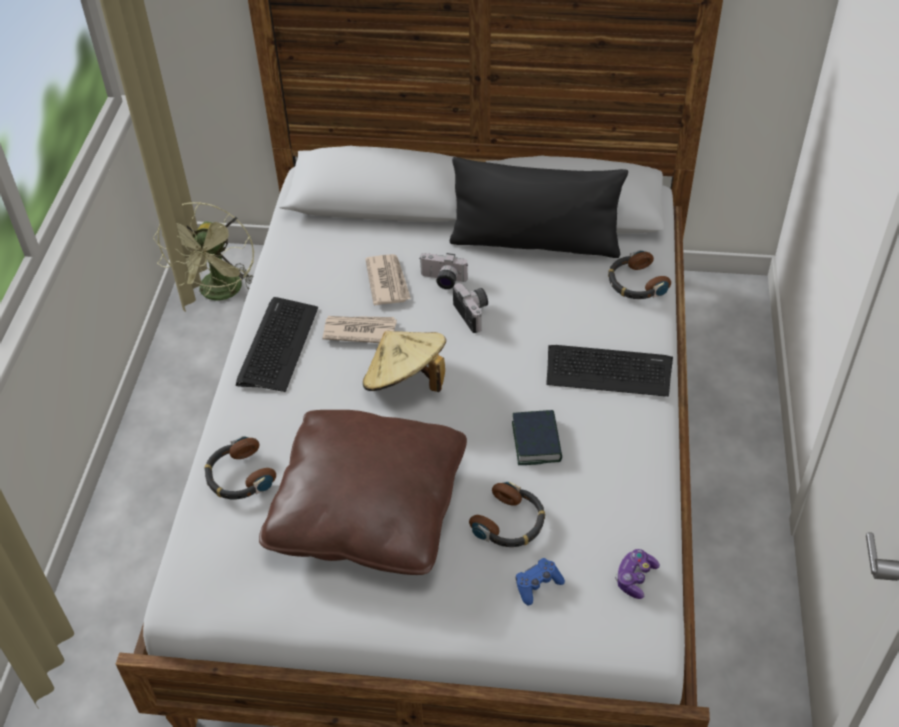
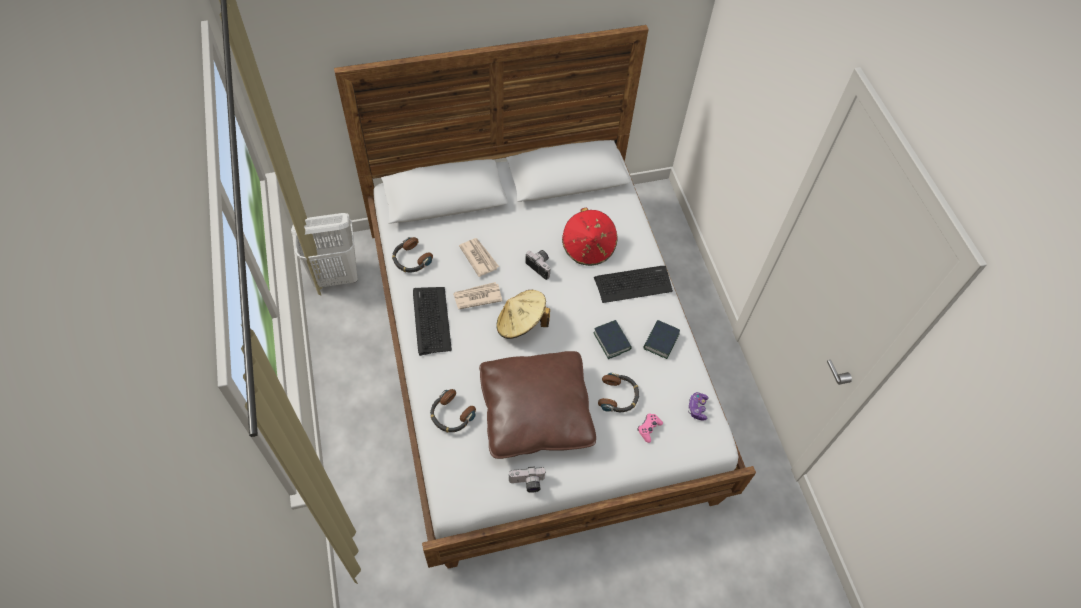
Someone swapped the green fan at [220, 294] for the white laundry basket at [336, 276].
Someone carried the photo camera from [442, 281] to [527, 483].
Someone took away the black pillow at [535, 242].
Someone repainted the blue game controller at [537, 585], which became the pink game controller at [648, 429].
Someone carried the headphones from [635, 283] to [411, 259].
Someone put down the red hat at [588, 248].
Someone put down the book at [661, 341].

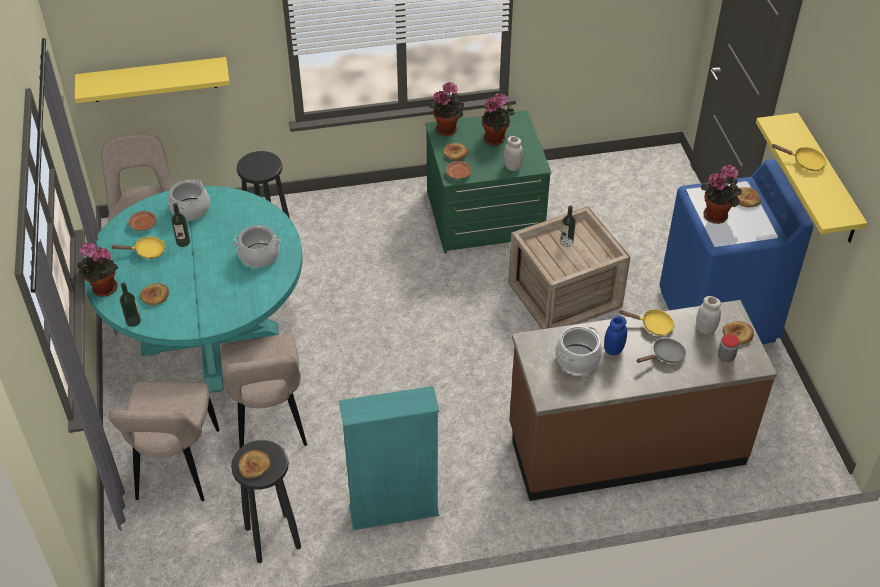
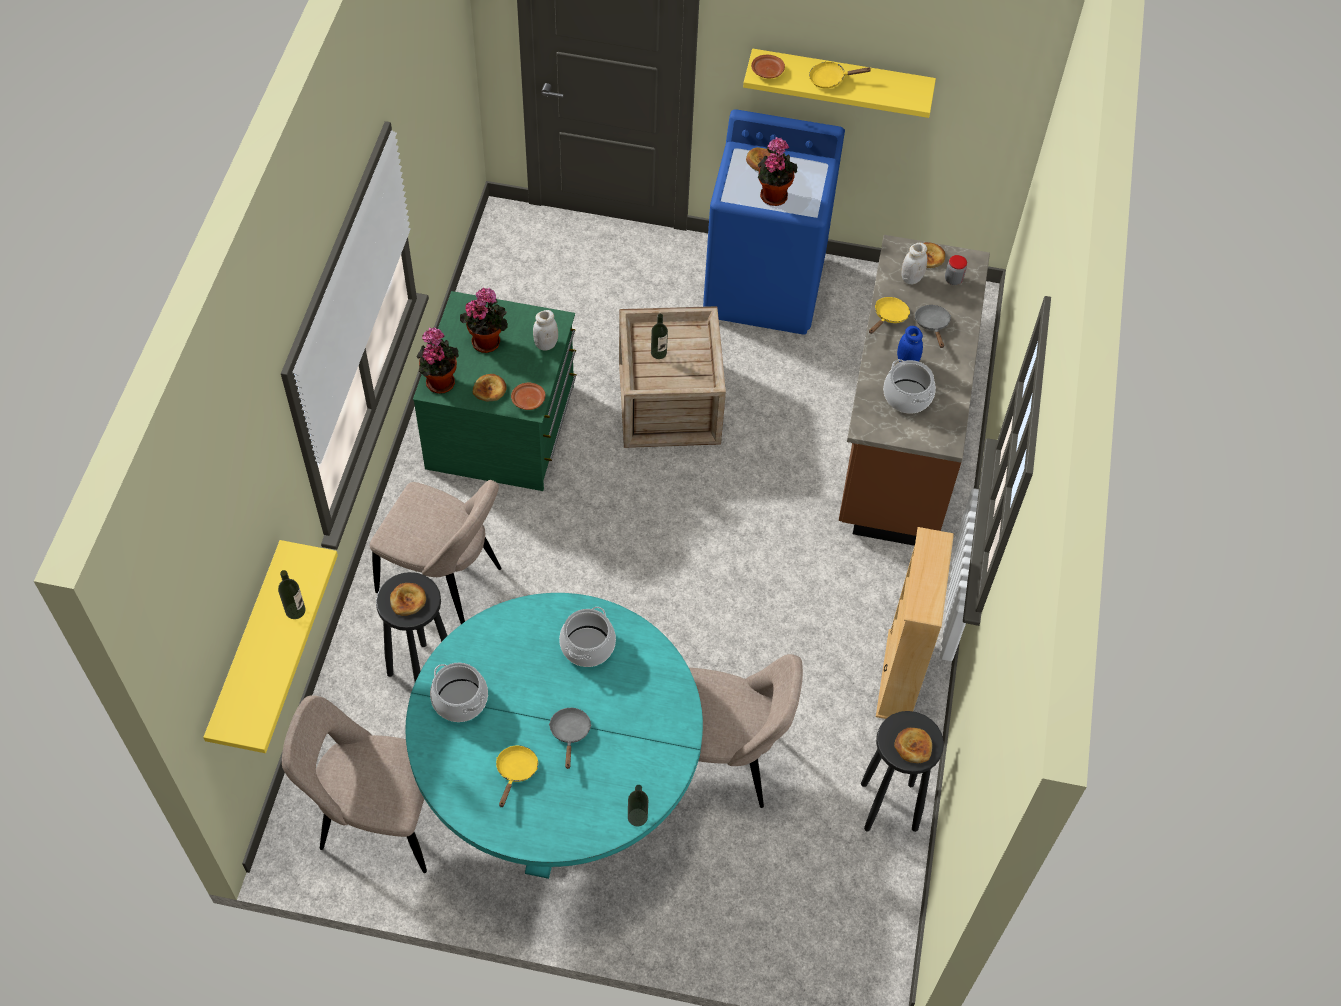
Someone took away the potted plant at [103, 289].
Someone carried the beige chair from [176, 469] to [444, 582].
Someone carried the brown plate from [143, 224] to [767, 71].
Someone carried the bread from [155, 296] to [408, 600].
Someone carried the bottle from [183, 242] to [295, 610].
Someone repainted the turquoise bookcase at [394, 511], which became the beige bookcase at [899, 676].
Someone rotated the yellow frying pan at [804, 162] by 135 degrees counterclockwise.
Someone put down the grey frying pan at [570, 733].

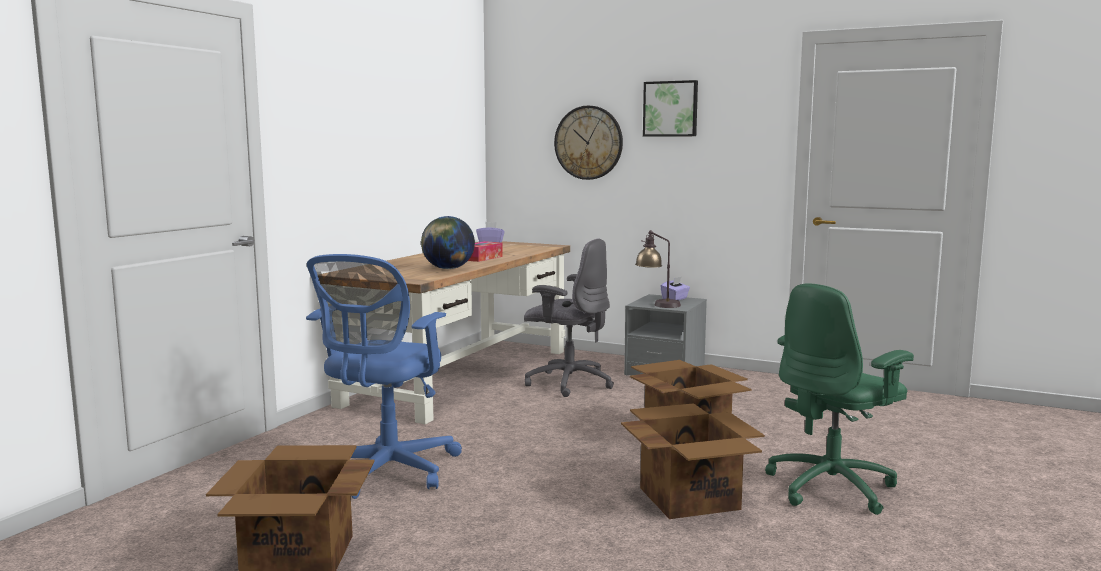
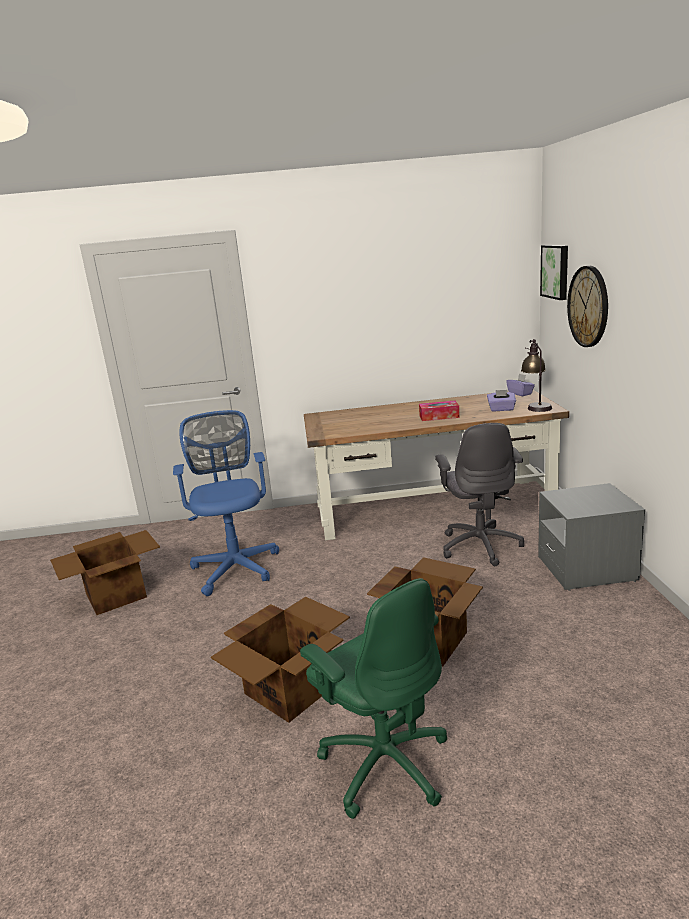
Someone rotated the blue office chair at [386, 473] by 90 degrees clockwise.
Someone took away the globe at [448, 269].
Someone carried the table lamp from [657, 304] to [536, 406].
Someone carried the picture from [670, 109] to [556, 271].
Someone carried the purple tissue box from [675, 299] to [501, 409].
Someone rotated the green office chair at [832, 487] by 150 degrees counterclockwise.

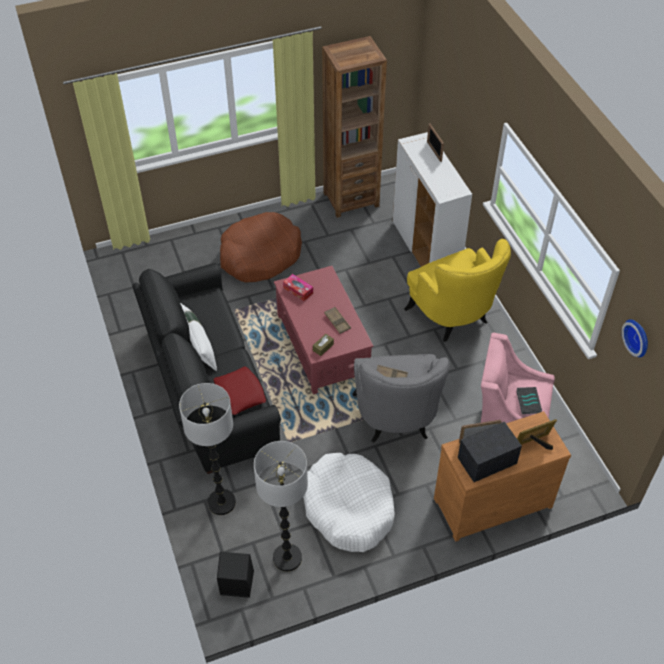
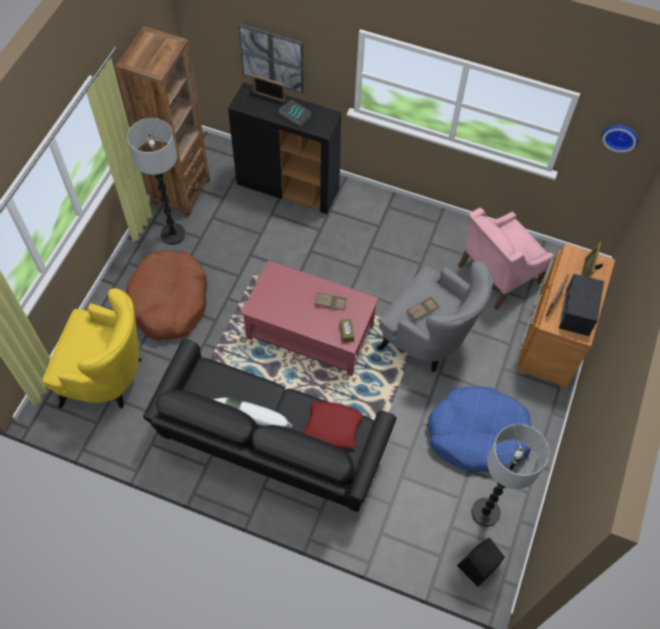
Someone carried the floor lamp from [221, 502] to [173, 234].
Someone took away the tissue box at [298, 290].
Someone repainted the white dog bed at [348, 507], which became the blue dog bed at [477, 435].
Someone repainted the white cabinet at [426, 249], which became the black cabinet at [288, 187].
Someone carried the yellow armchair from [453, 317] to [108, 377].
Someone carried the book from [527, 401] to [294, 115].
Someone put up the picture at [272, 58].

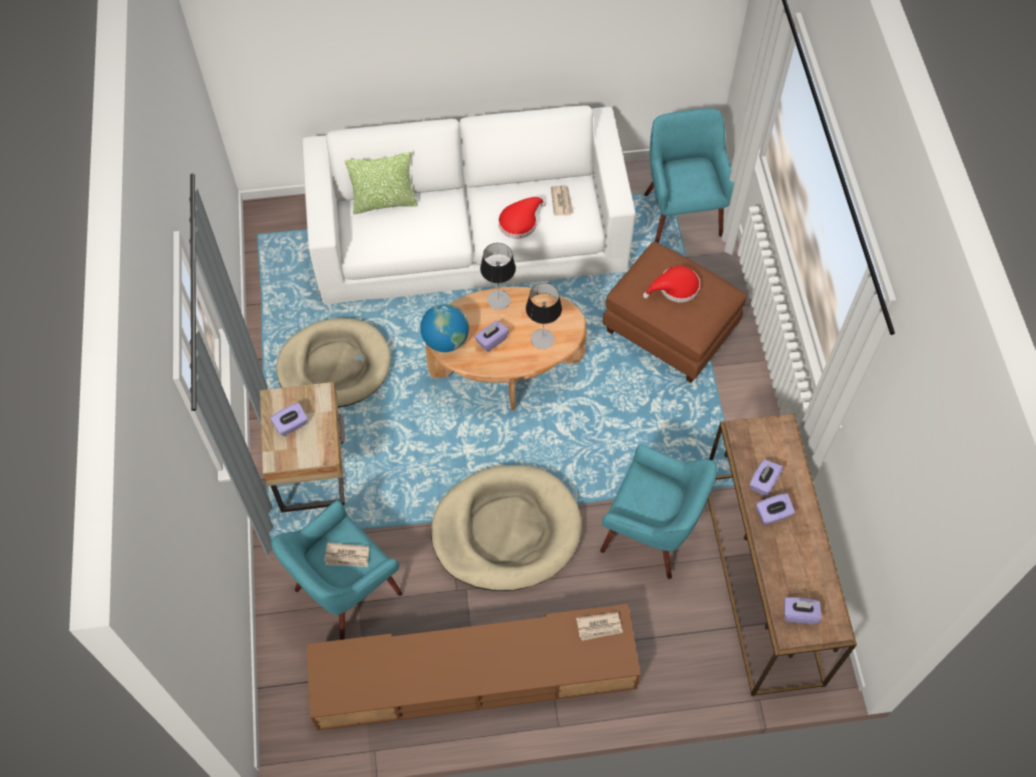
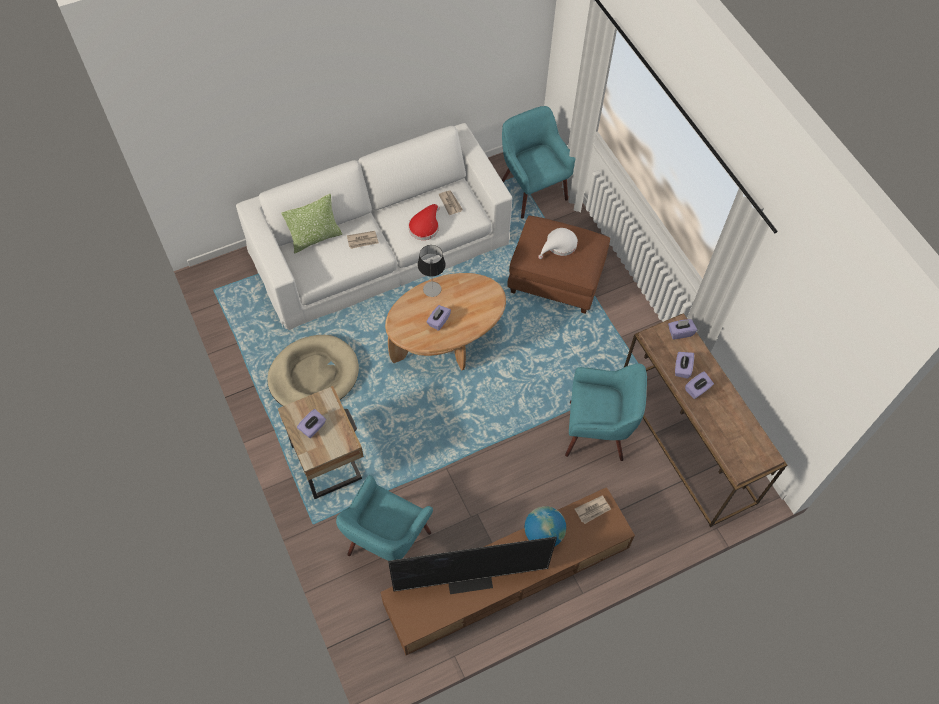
Someone carried the newspaper from [347, 556] to [363, 240].
Someone carried the globe from [445, 340] to [543, 534].
Someone took away the beige dog bed at [506, 530].
Someone took away the table lamp at [542, 339].
Someone repainted the red hat at [675, 288], which became the white hat at [559, 245].
Someone carried the purple tissue box from [799, 614] to [680, 332].
Someone put down the television at [470, 579].

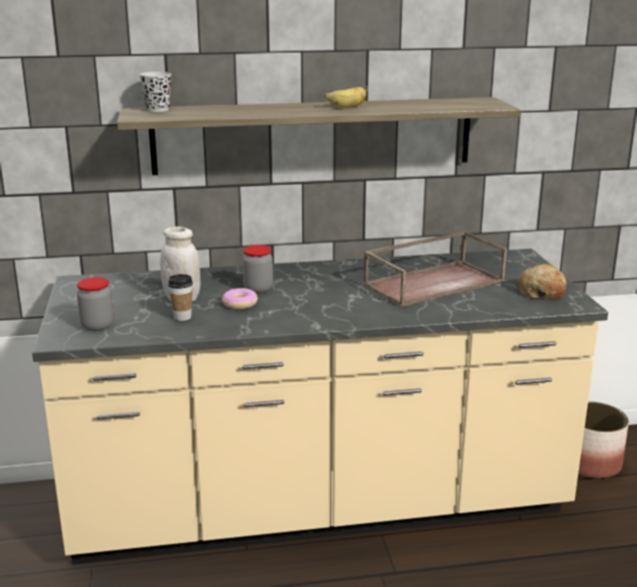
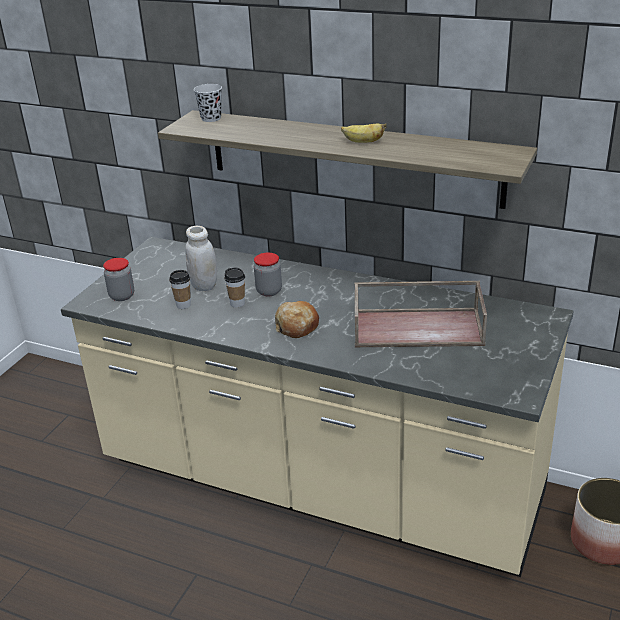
Someone swapped the donut at [240, 304] for the cup at [237, 303].
Someone carried the bread from [542, 291] to [297, 326].

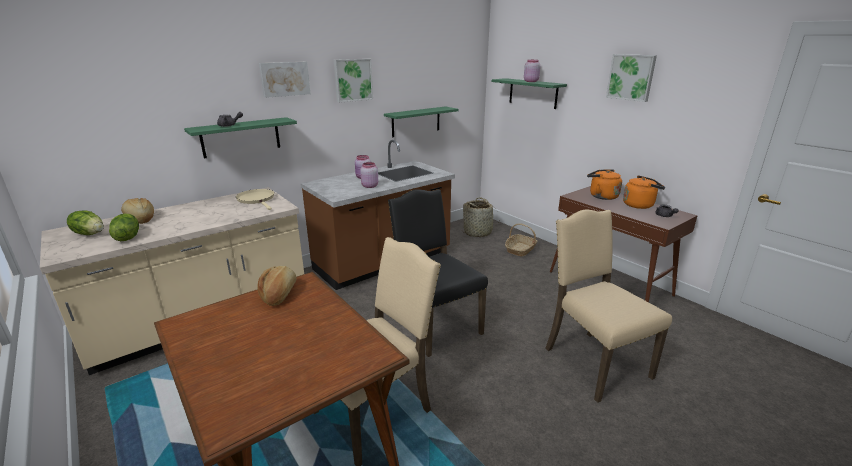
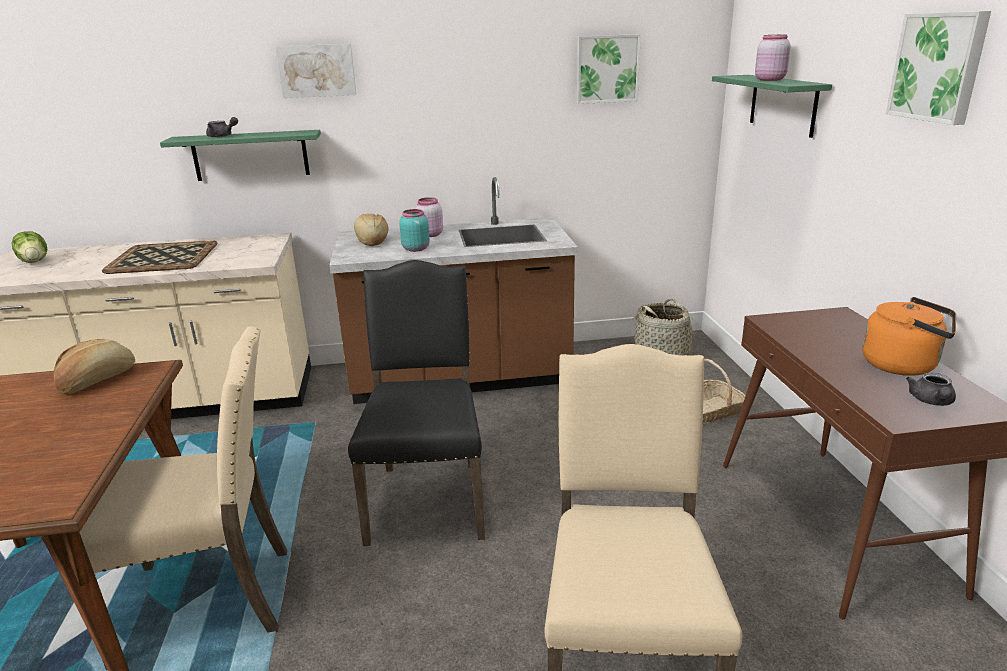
Someone took away the lettuce at [127, 237].
Someone carried the bread from [139, 219] to [371, 241].
Someone took away the beige frying pan at [257, 199].
Someone carried the picture from [352, 80] to [606, 69].
Someone repainted the pink jar at [369, 186], which became the turquoise jar at [416, 248].
Someone took away the green shelf at [416, 121].
Someone took away the orange kettle at [601, 196].
Someone put down the tray at [164, 257].

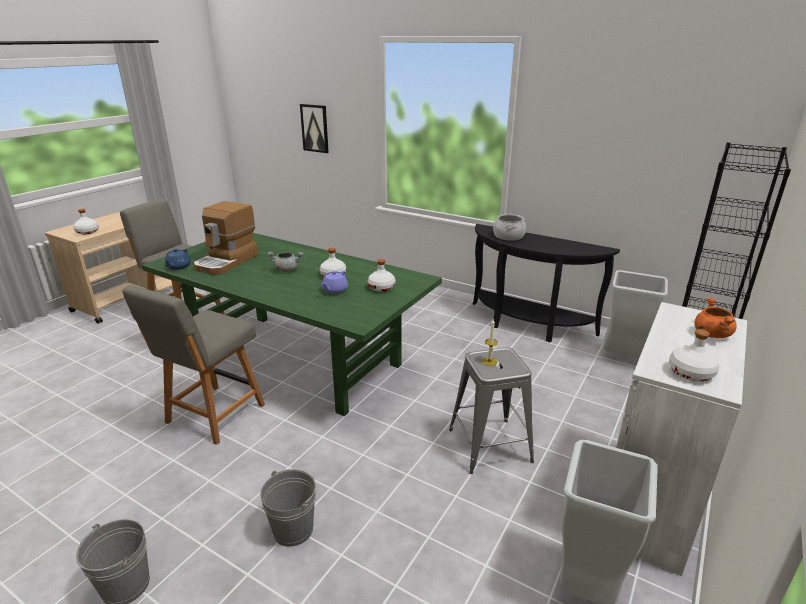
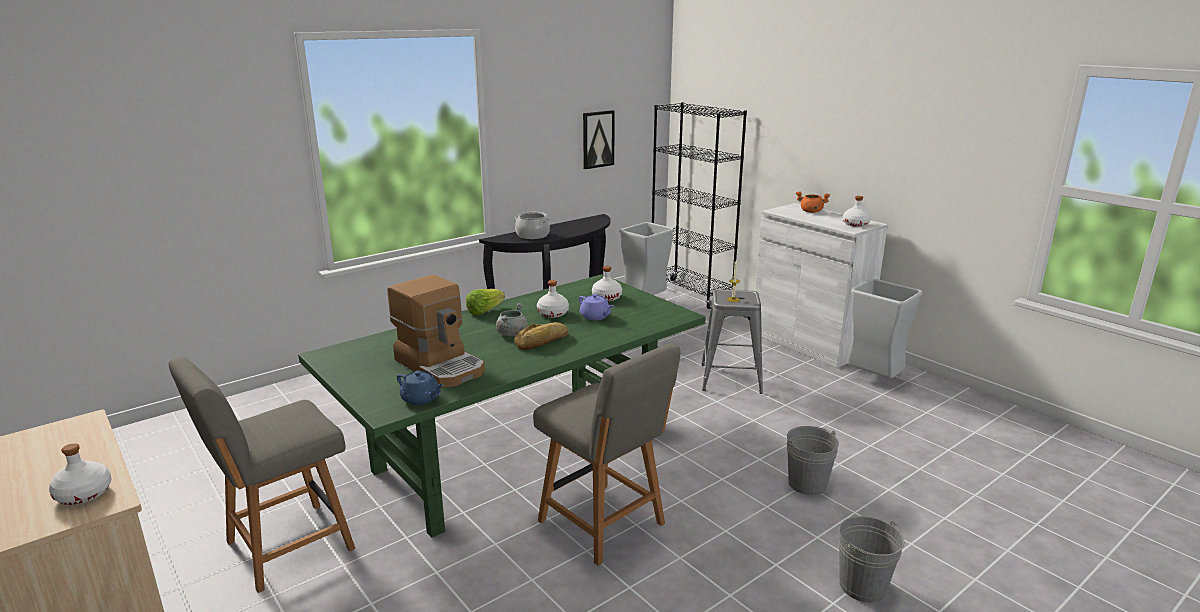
Someone carried the picture from [315, 128] to [598, 139].
Someone put down the lettuce at [484, 311].
Someone put down the bread at [543, 341].

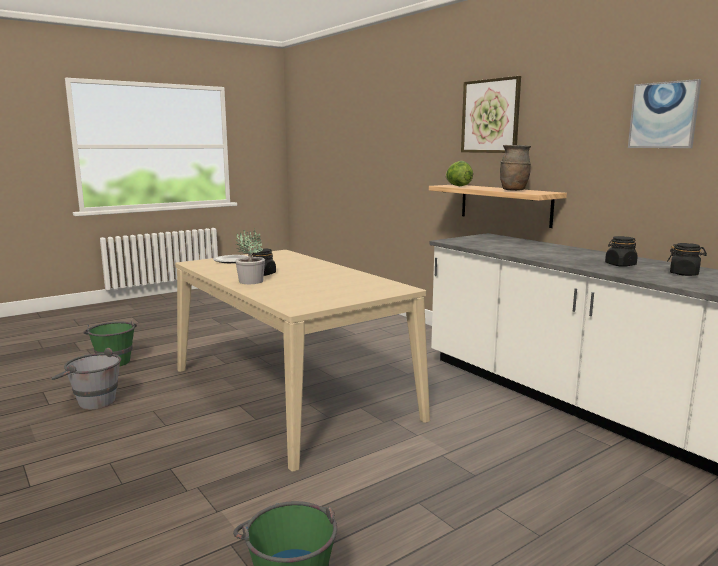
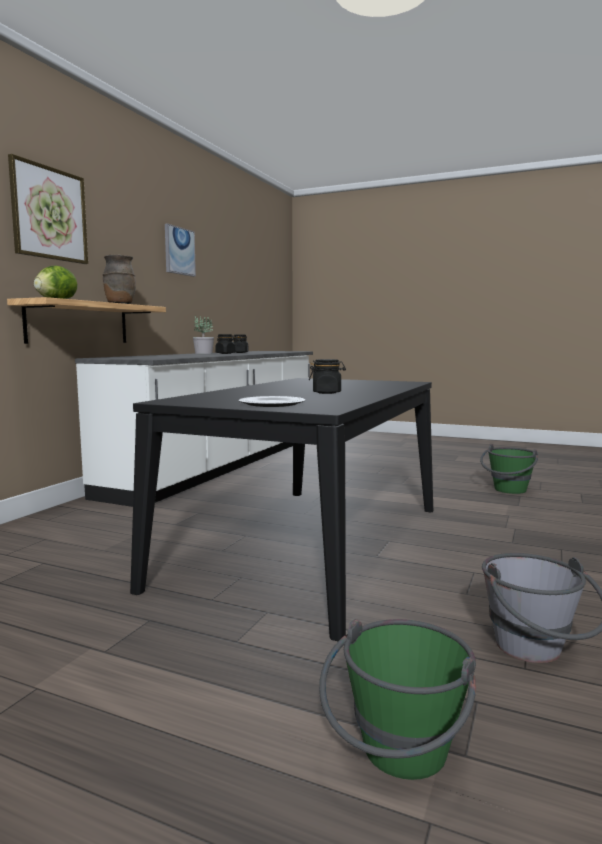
Someone repainted the beige dining table at [291, 392], which became the black dining table at [311, 543].
Someone carried the potted plant from [251, 281] to [203, 353].

